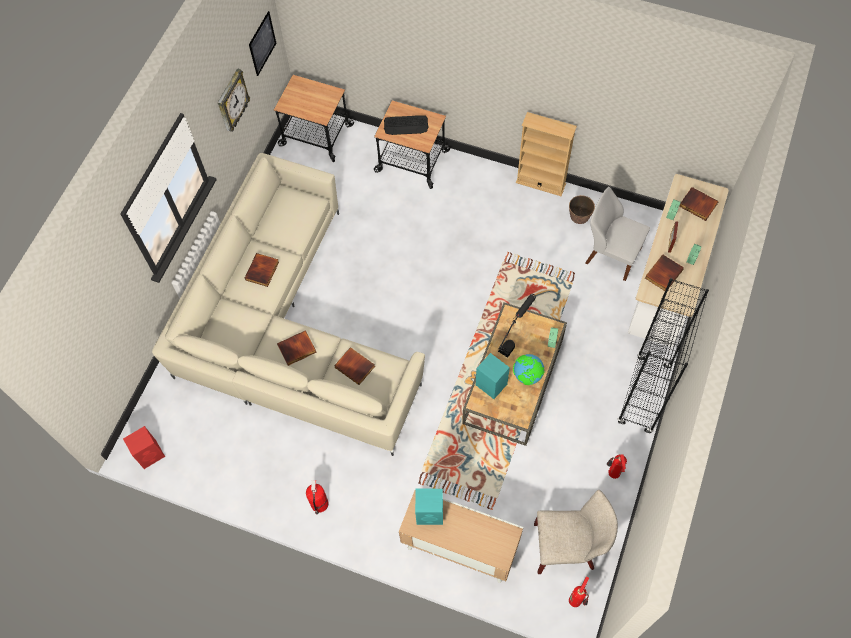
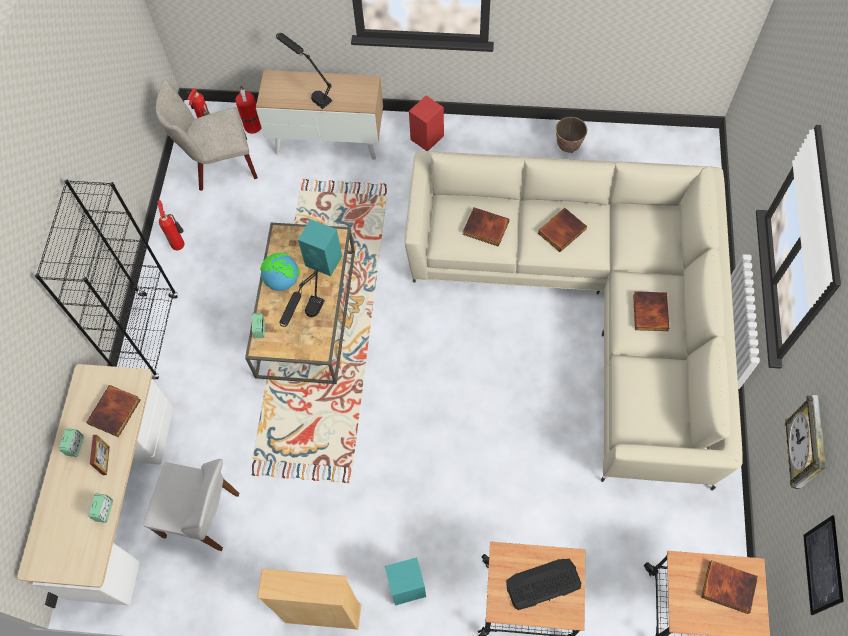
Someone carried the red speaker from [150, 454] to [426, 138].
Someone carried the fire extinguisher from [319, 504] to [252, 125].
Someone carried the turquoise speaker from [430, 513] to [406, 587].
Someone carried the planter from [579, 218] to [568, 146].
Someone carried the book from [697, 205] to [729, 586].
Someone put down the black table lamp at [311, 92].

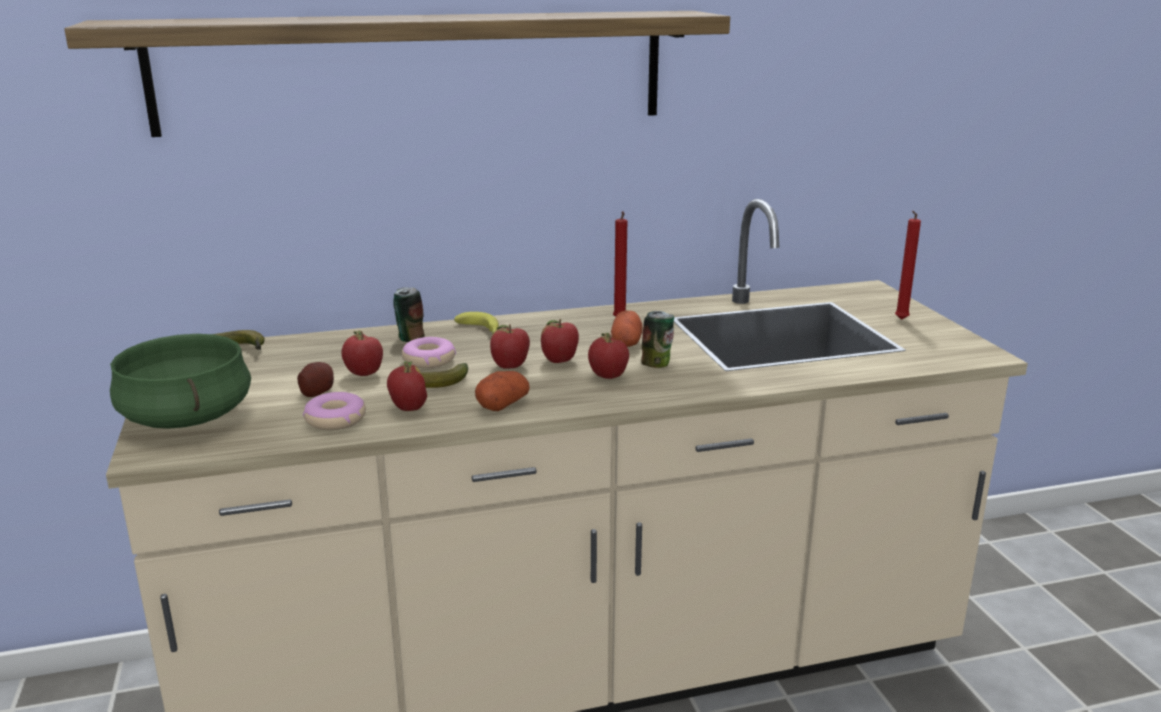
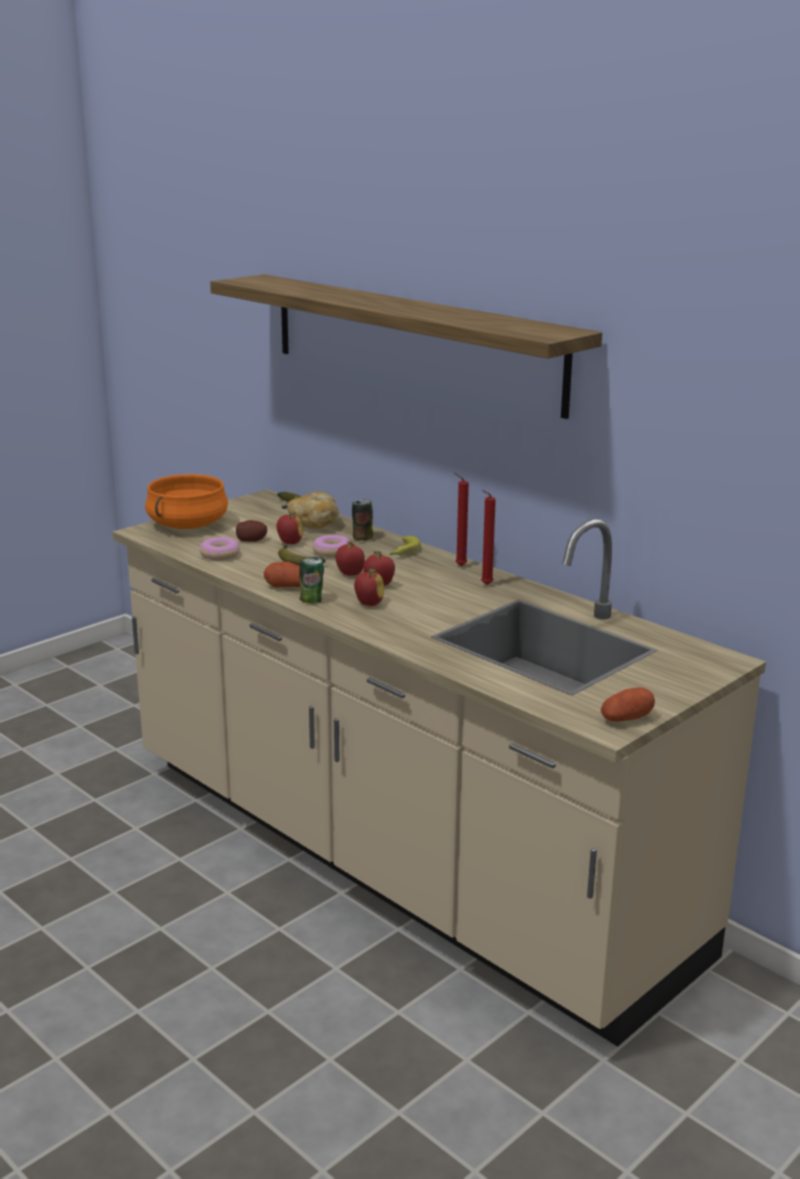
Someone repainted the green cooking pot at [185, 417], which became the orange cooking pot at [187, 524].
Someone took away the apple at [408, 408].
Someone carried the potato from [626, 343] to [626, 719].
Someone carried the can from [657, 364] to [311, 600].
Someone carried the red candle from [900, 320] to [459, 566].
Someone put down the bread at [314, 524].

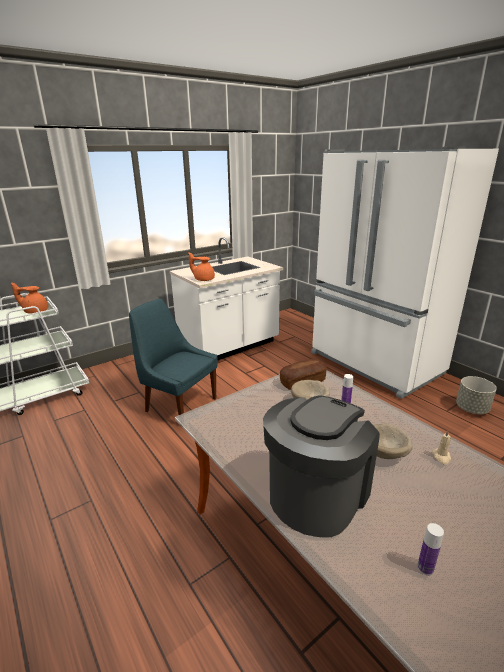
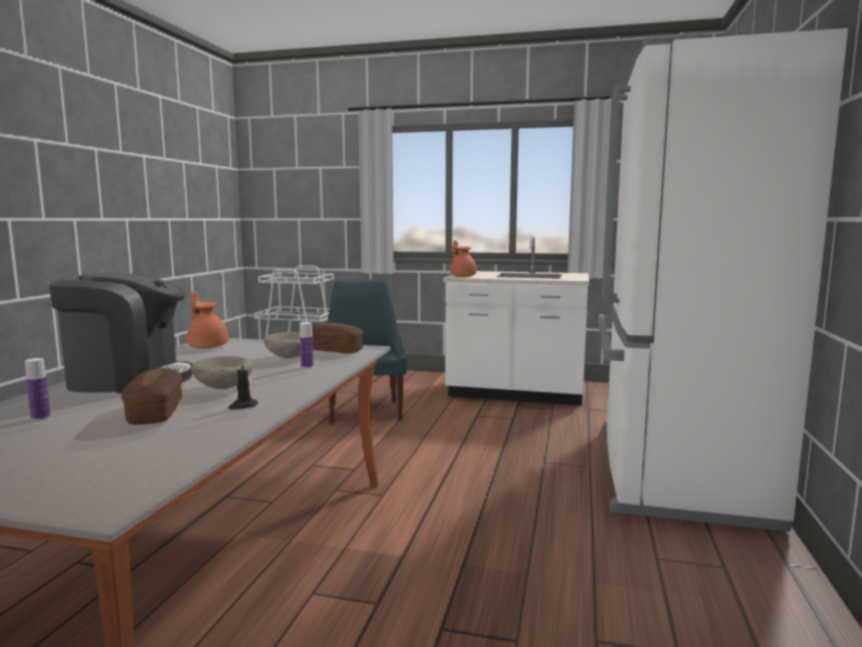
Someone carried the orange teapot from [35, 311] to [207, 346].
Someone repainted the beige candle at [441, 457], which became the black candle at [243, 406].
Someone took away the grey planter at [472, 409].
Someone put down the bread at [155, 412].

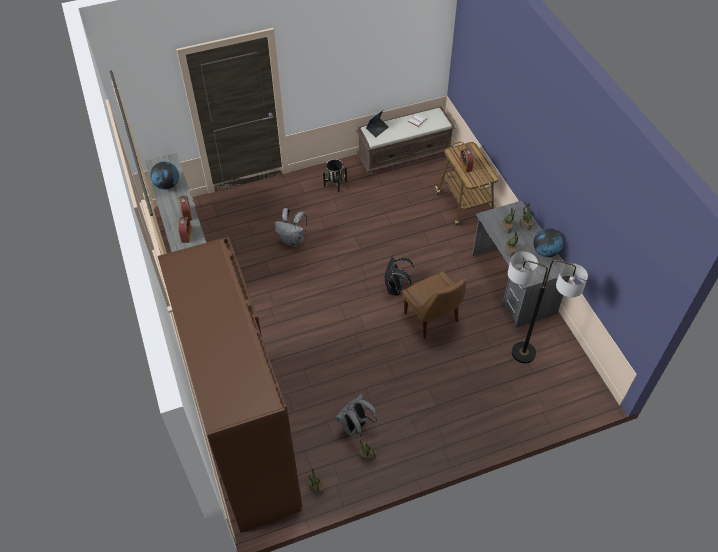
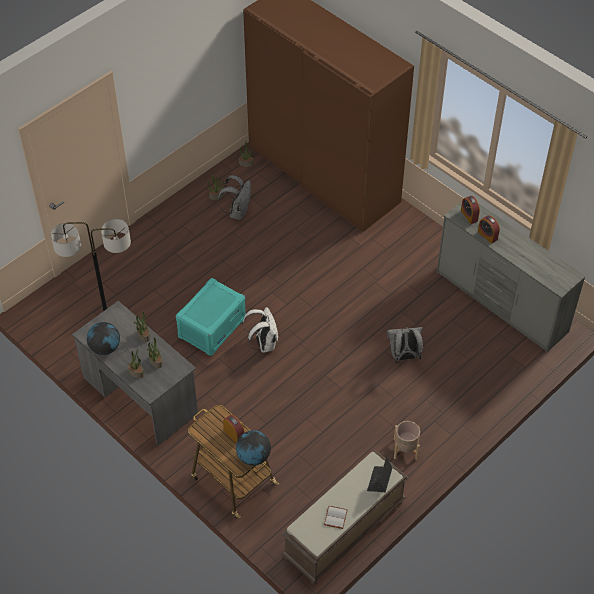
Someone carried the globe from [167, 185] to [253, 457].
Someone repainted the black planter at [335, 183], which became the beige planter at [405, 449].
Someone repainted the black backpack at [396, 289], which became the white backpack at [263, 344].
Someone swapped the brown chair at [432, 318] for the turquoise storage box at [212, 327].

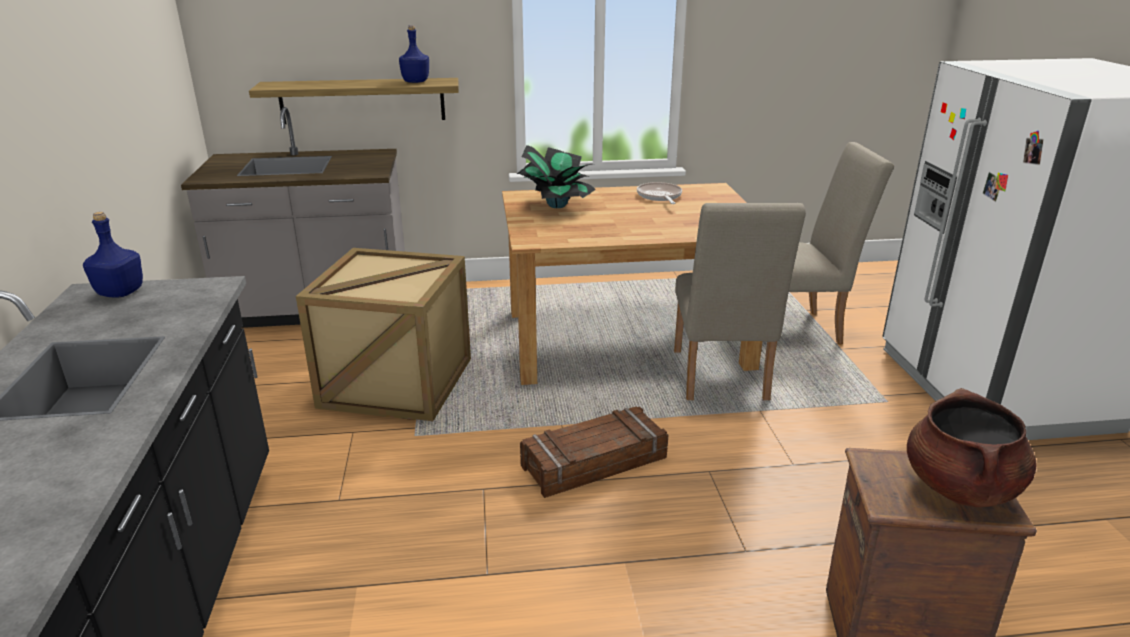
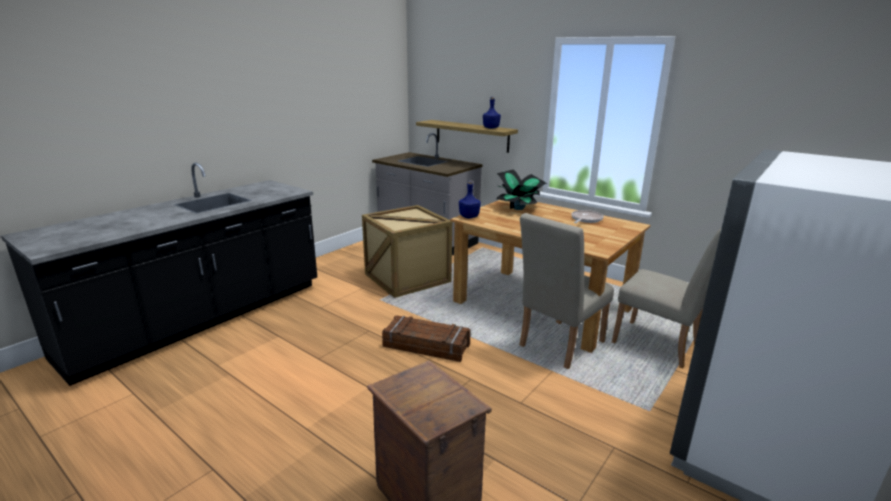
Someone carried the blue bottle from [121, 292] to [469, 217].
Someone took away the brown cooking pot at [960, 487].

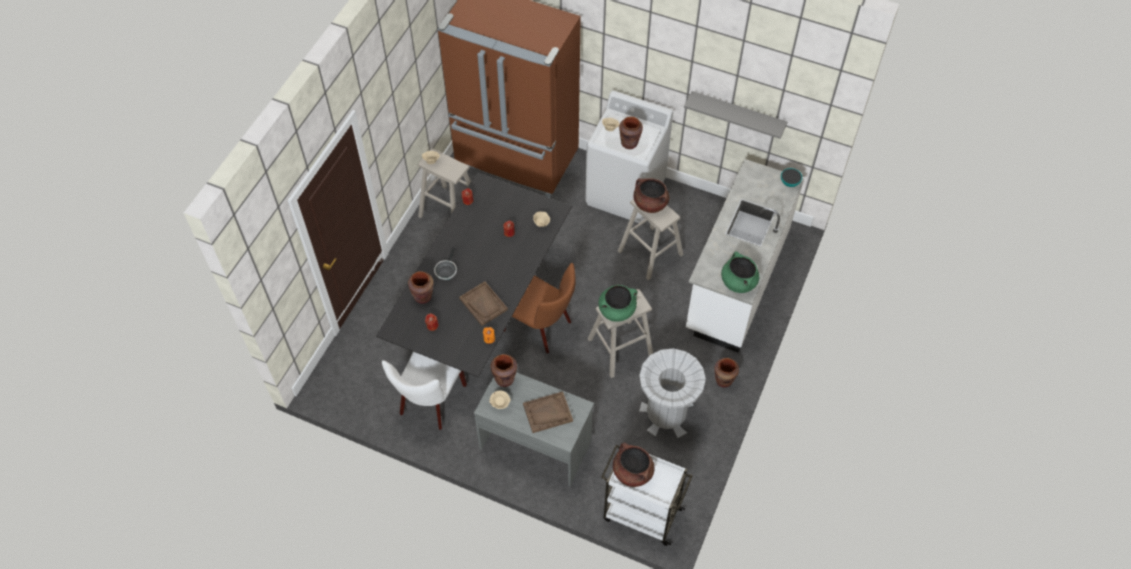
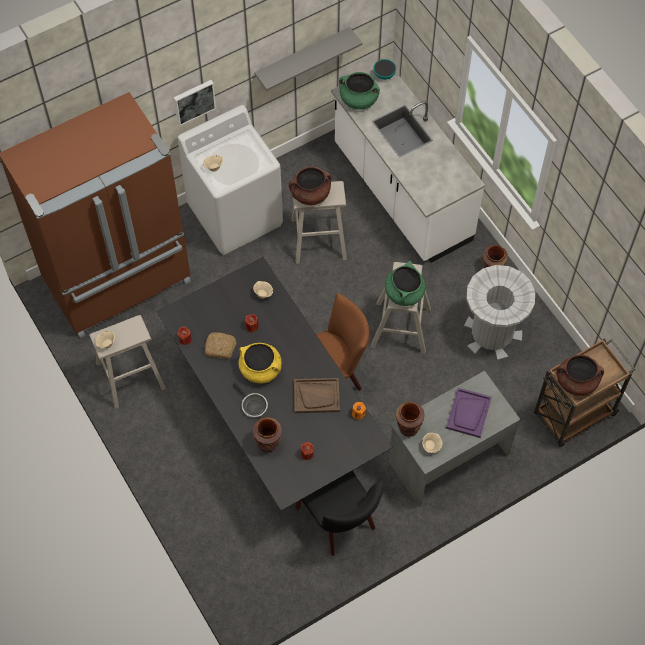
Someone repainted the white chair at [430, 403], which became the black chair at [339, 521].
Someone repainted the brown tray at [547, 413], which became the purple tray at [468, 413].
Someone repainted the white cart at [641, 513], which became the brown cart at [573, 415].
Someone took away the brown vase at [629, 143].
Someone carried the green cooking pot from [738, 282] to [358, 100].
Someone put up the picture at [194, 101].
Someone put down the bread at [220, 347].
Someone put down the yellow cooking pot at [261, 369].

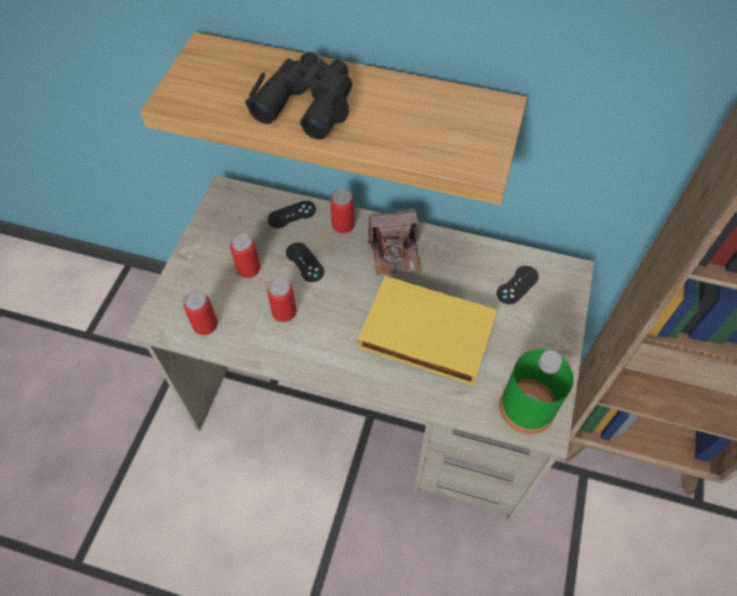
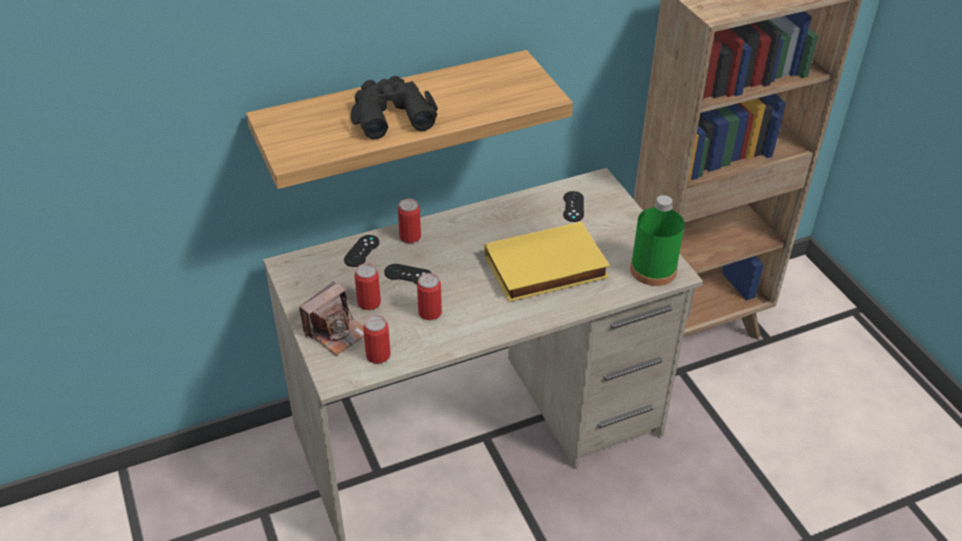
Someone carried the photo camera from [395, 253] to [336, 332].

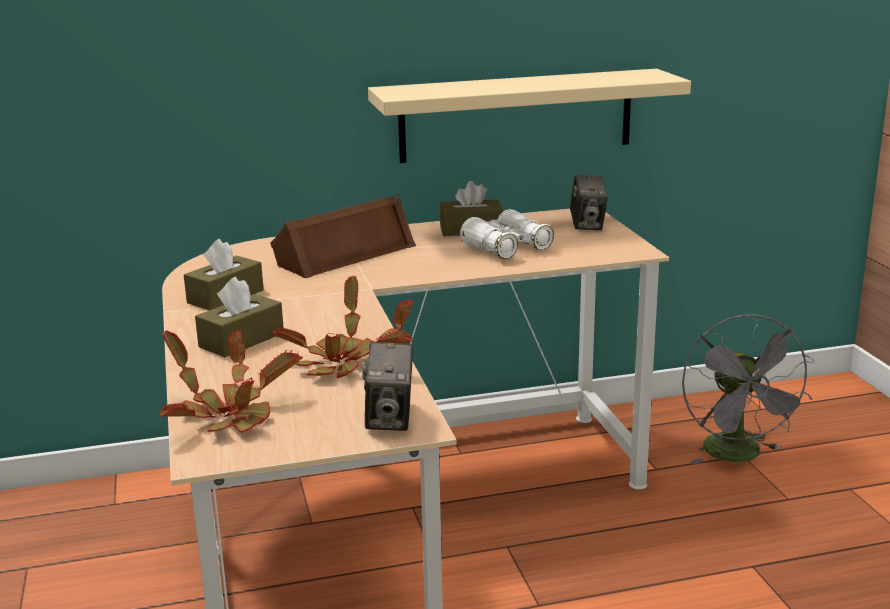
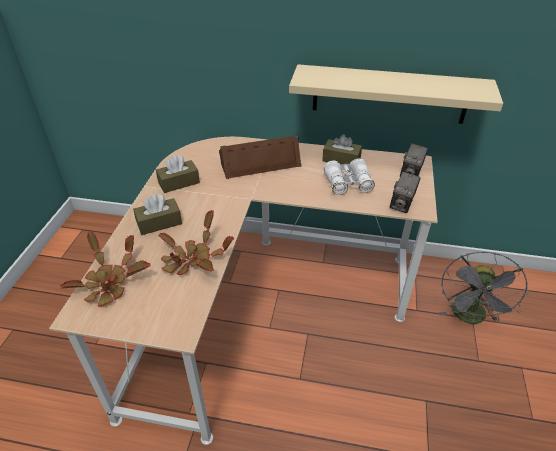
Someone carried the photo camera from [390, 419] to [402, 205].

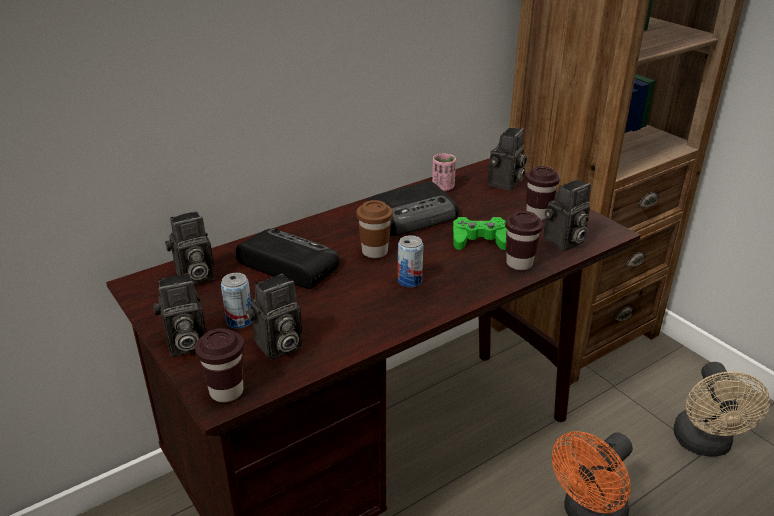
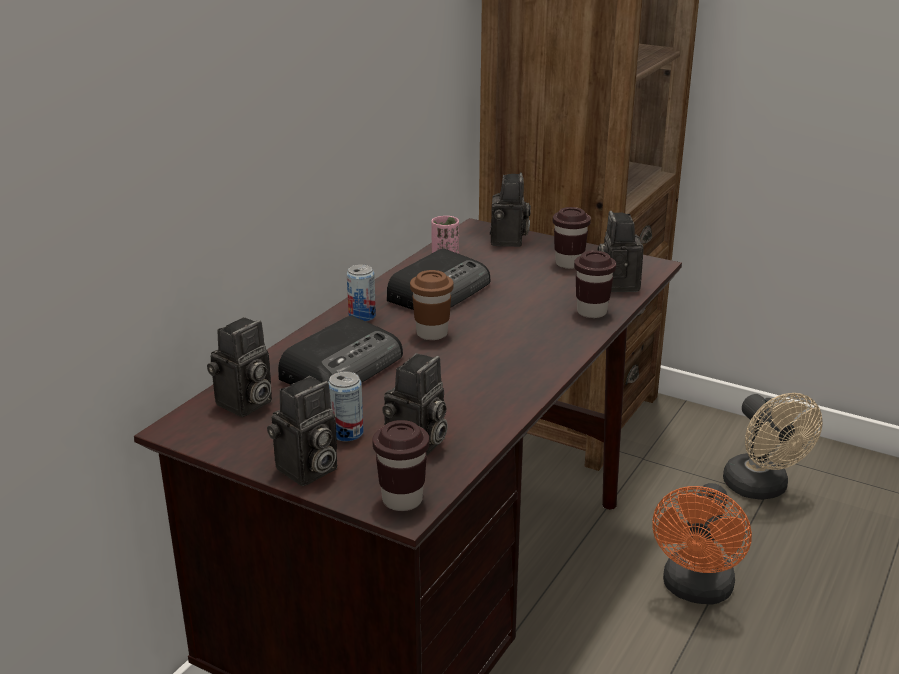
Someone rotated the radio at [287, 264] by 120 degrees clockwise.
Someone carried the can from [409, 281] to [362, 316].
Someone took away the green game controller at [479, 240].
Someone rotated the photo camera at [564, 242] by 150 degrees clockwise.

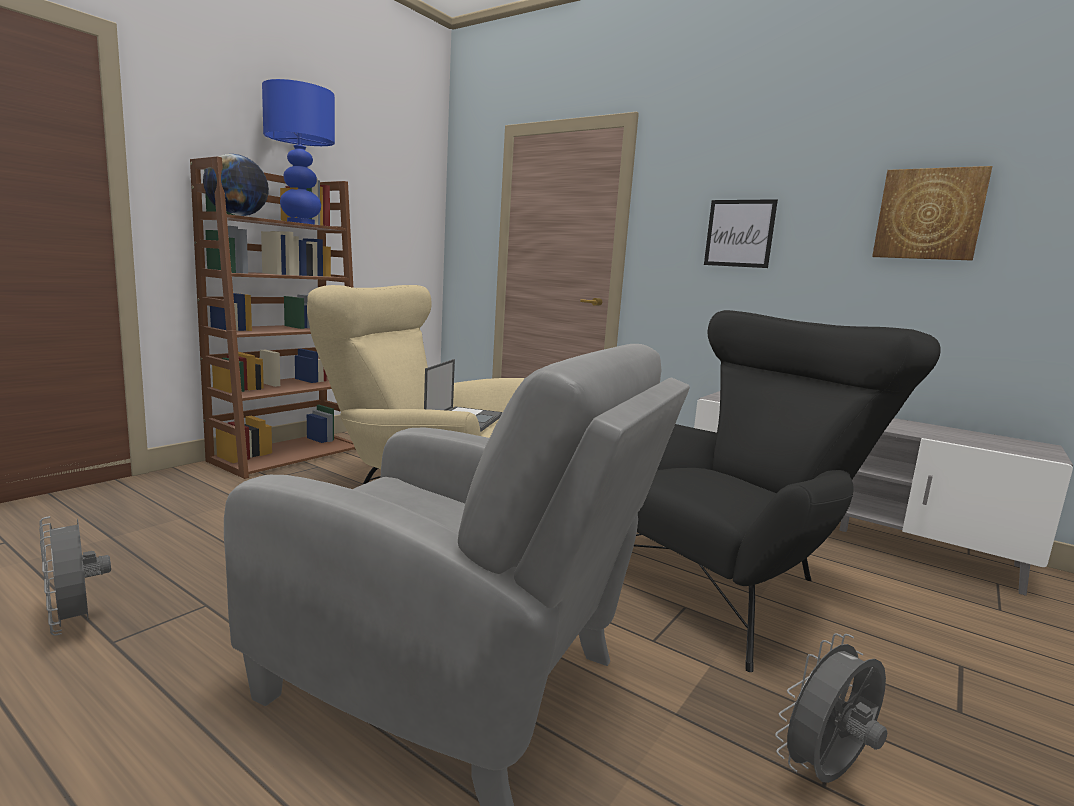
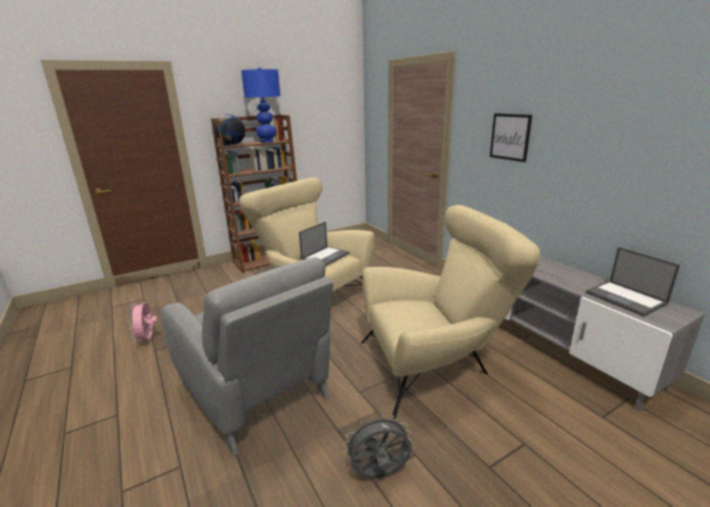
Someone repainted the grey fan at [75, 623], which became the pink fan at [148, 340].
Someone repainted the black armchair at [726, 579], which became the beige armchair at [434, 364].
Someone took away the picture at [929, 214].
Someone put down the laptop at [626, 298].

